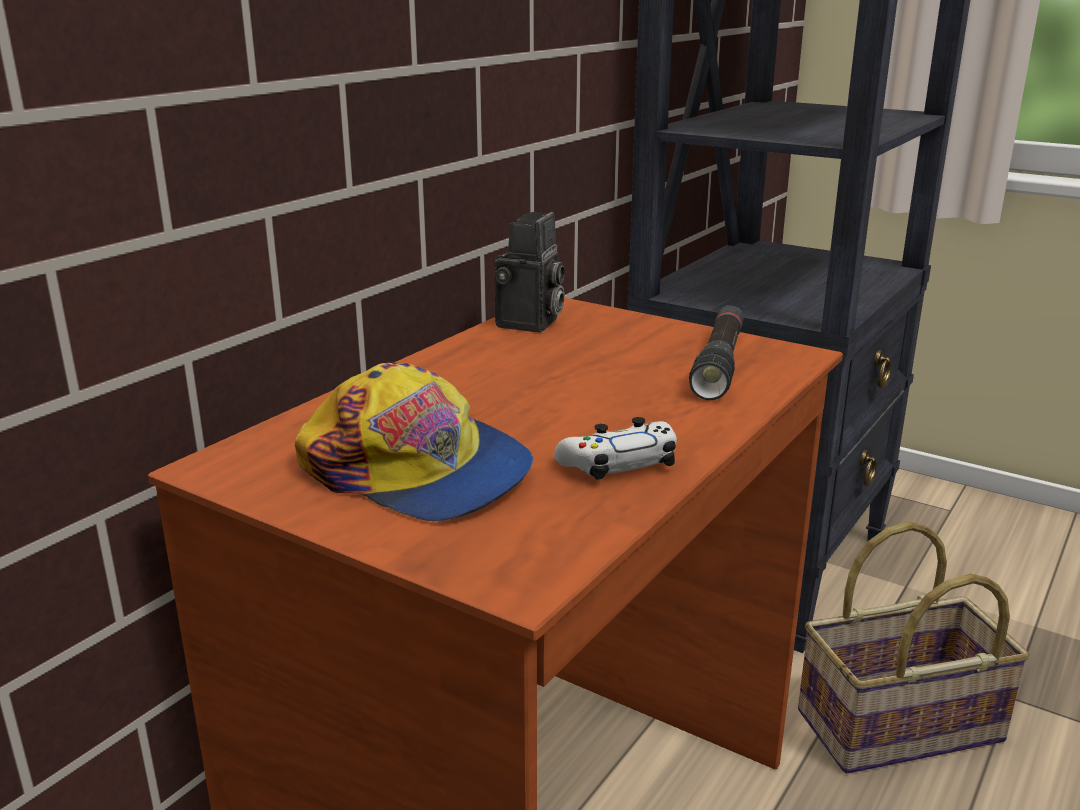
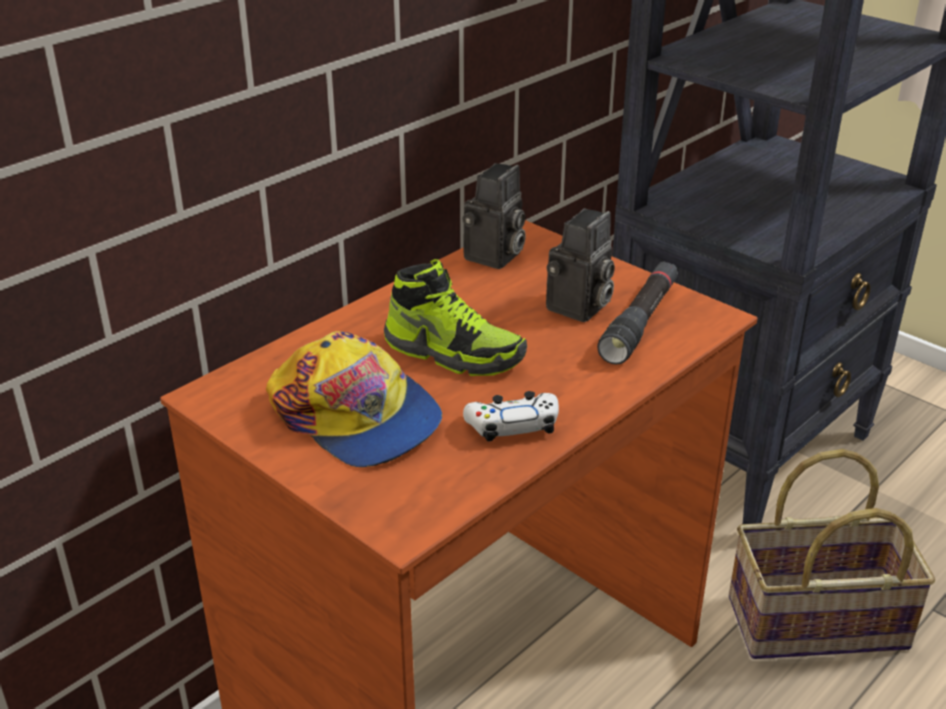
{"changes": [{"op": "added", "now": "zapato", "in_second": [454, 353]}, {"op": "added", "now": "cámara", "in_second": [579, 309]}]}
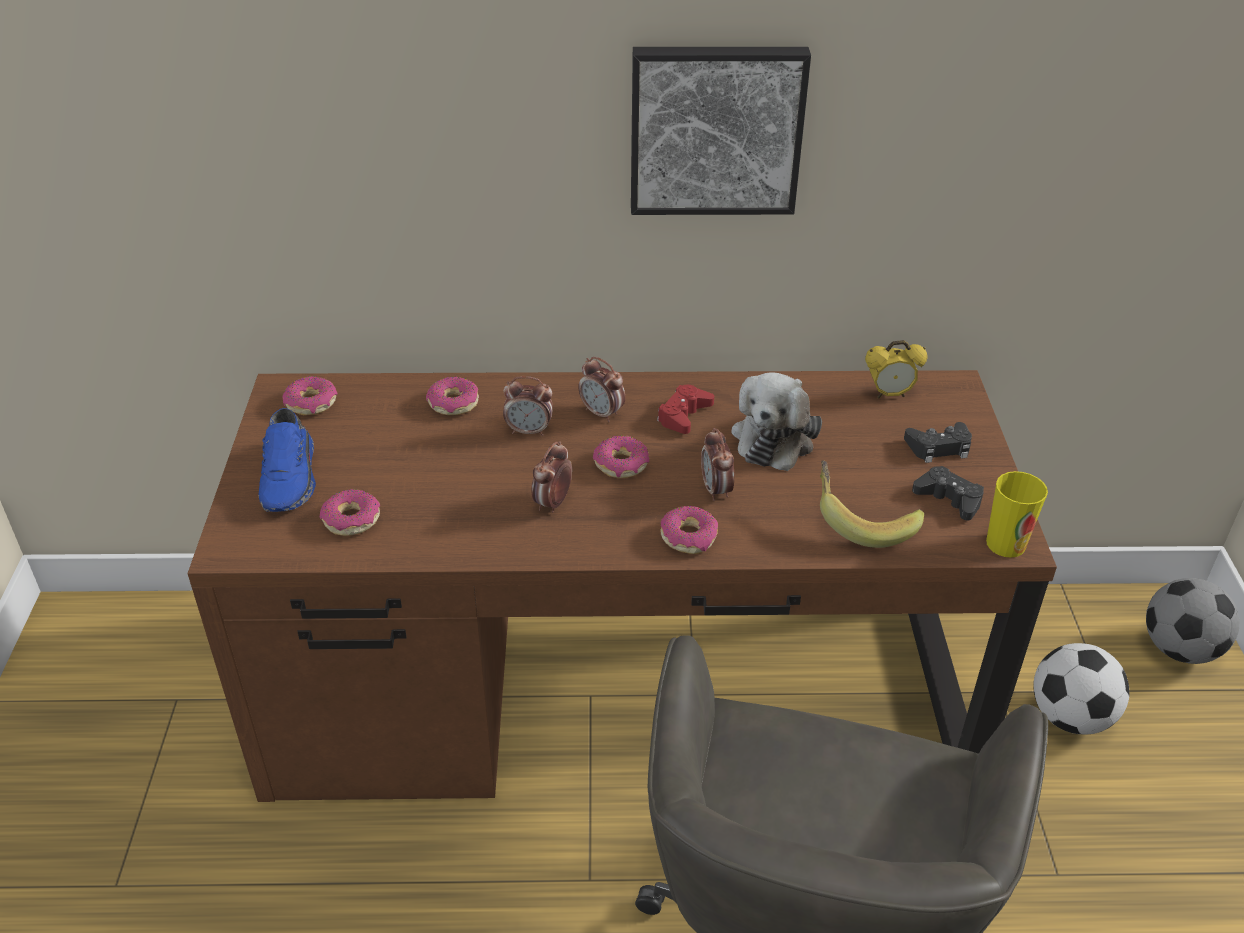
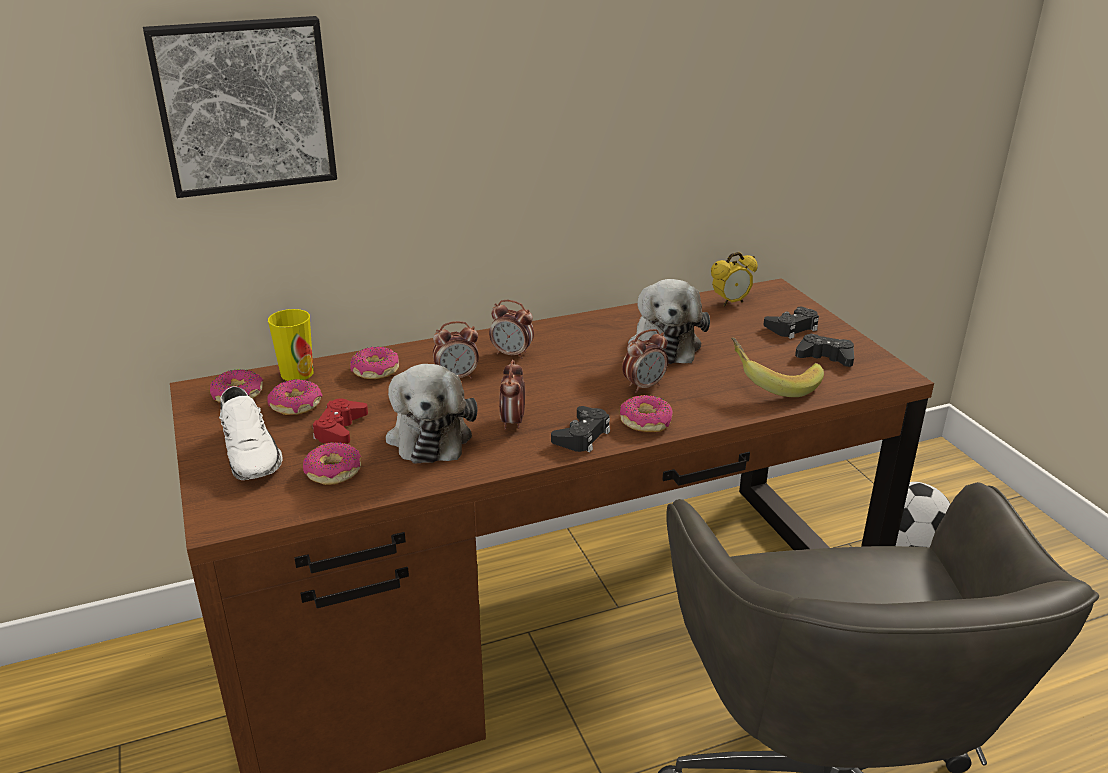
{"changes": [{"op": "recoloured", "was": "zapato (azul)", "now": "zapato (blanco)", "in_first": [291, 478], "in_second": [252, 452]}, {"op": "moved", "was": "rosquilla", "in_first": [621, 465], "in_second": [296, 405]}, {"op": "moved", "was": "cuadro", "in_first": [715, 129], "in_second": [244, 105]}, {"op": "moved", "was": "mando de consola (rojo)", "in_first": [684, 415], "in_second": [340, 429]}, {"op": "turned", "was": "despertador", "in_first": [716, 490], "in_second": [644, 386], "clockwise": -90}, {"op": "moved", "was": "taza", "in_first": [1006, 544], "in_second": [297, 373]}, {"op": "removed", "was": "balón de fútbol", "in_first": [1179, 649]}, {"op": "added", "now": "peluche", "in_second": [430, 435]}, {"op": "added", "now": "mando de consola (negro)", "in_second": [582, 436]}]}
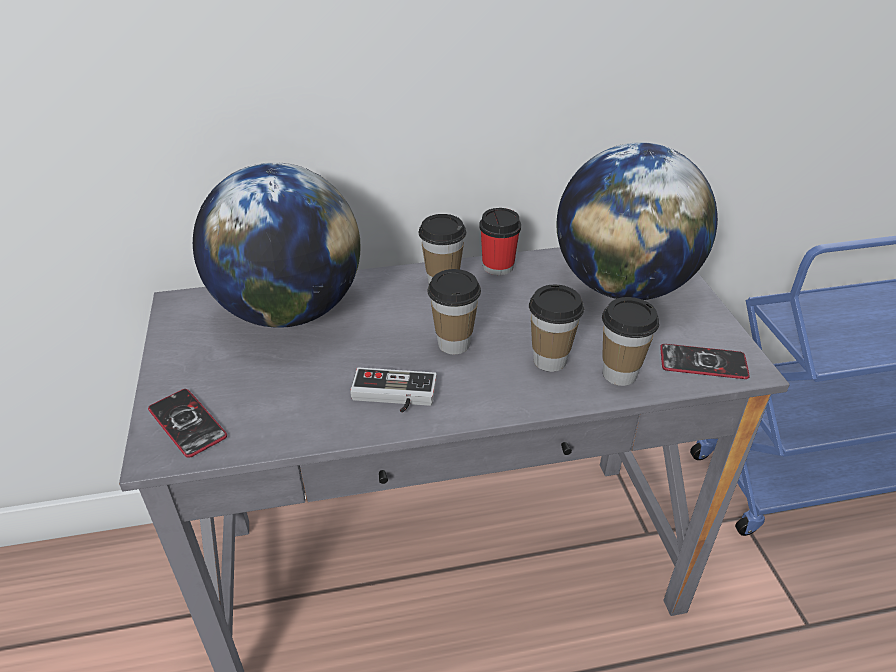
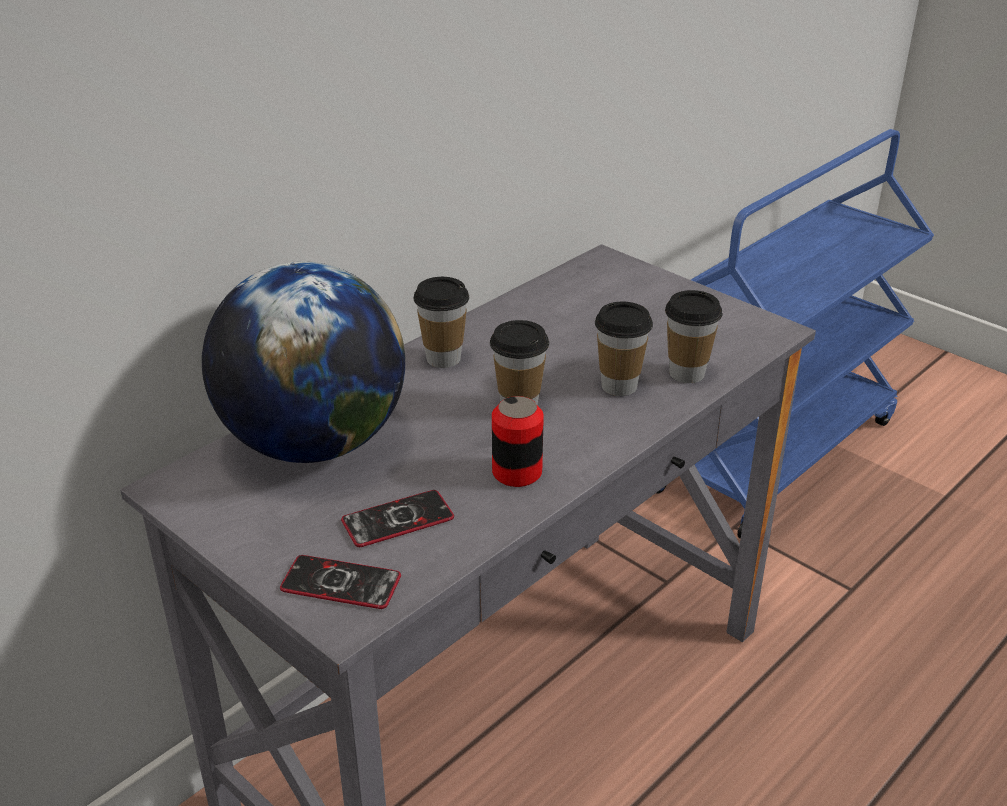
{"changes": [{"op": "replaced", "was": "mando de consola", "now": "lata", "in_first": [393, 397], "in_second": [517, 472]}, {"op": "removed", "was": "taza", "in_first": [498, 266]}, {"op": "removed", "was": "globo terráqueo", "in_first": [623, 286]}, {"op": "moved", "was": "móvil", "in_first": [703, 363], "in_second": [398, 520]}]}
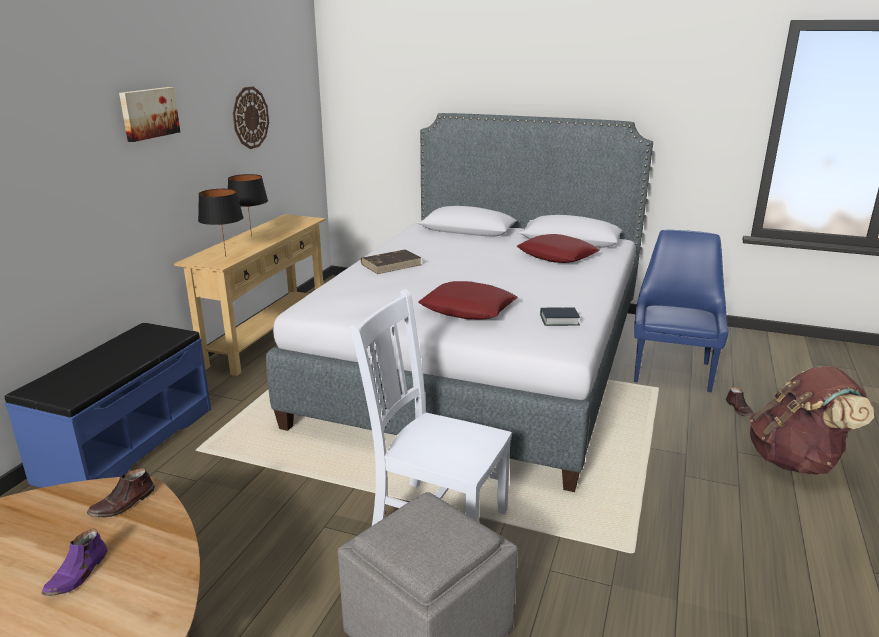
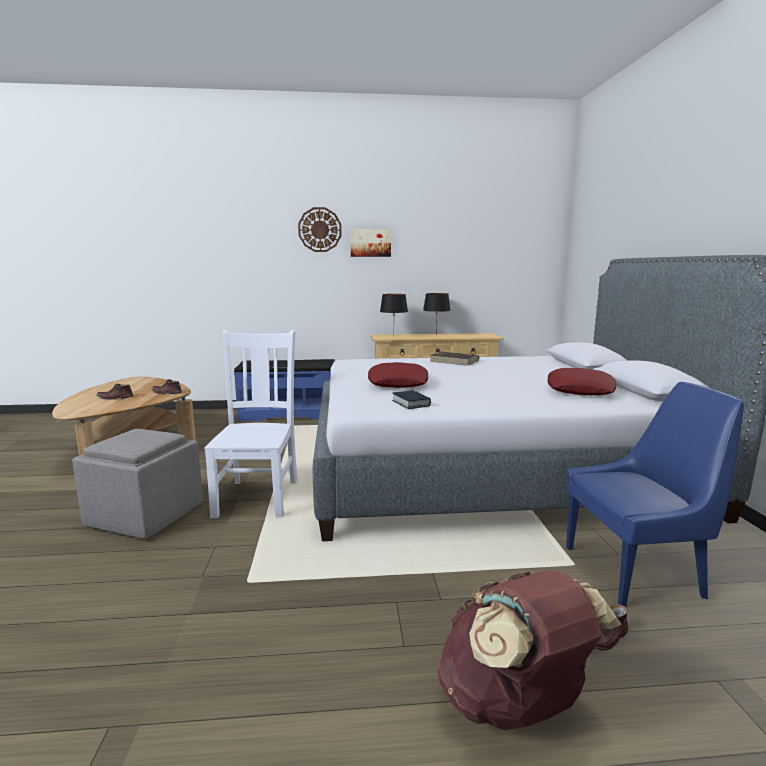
{"changes": [{"op": "recoloured", "was": "zapato (morado)", "now": "zapato (marrón)", "in_first": [78, 574], "in_second": [114, 398]}, {"op": "moved", "was": "reloj de pared", "in_first": [250, 117], "in_second": [320, 229]}]}
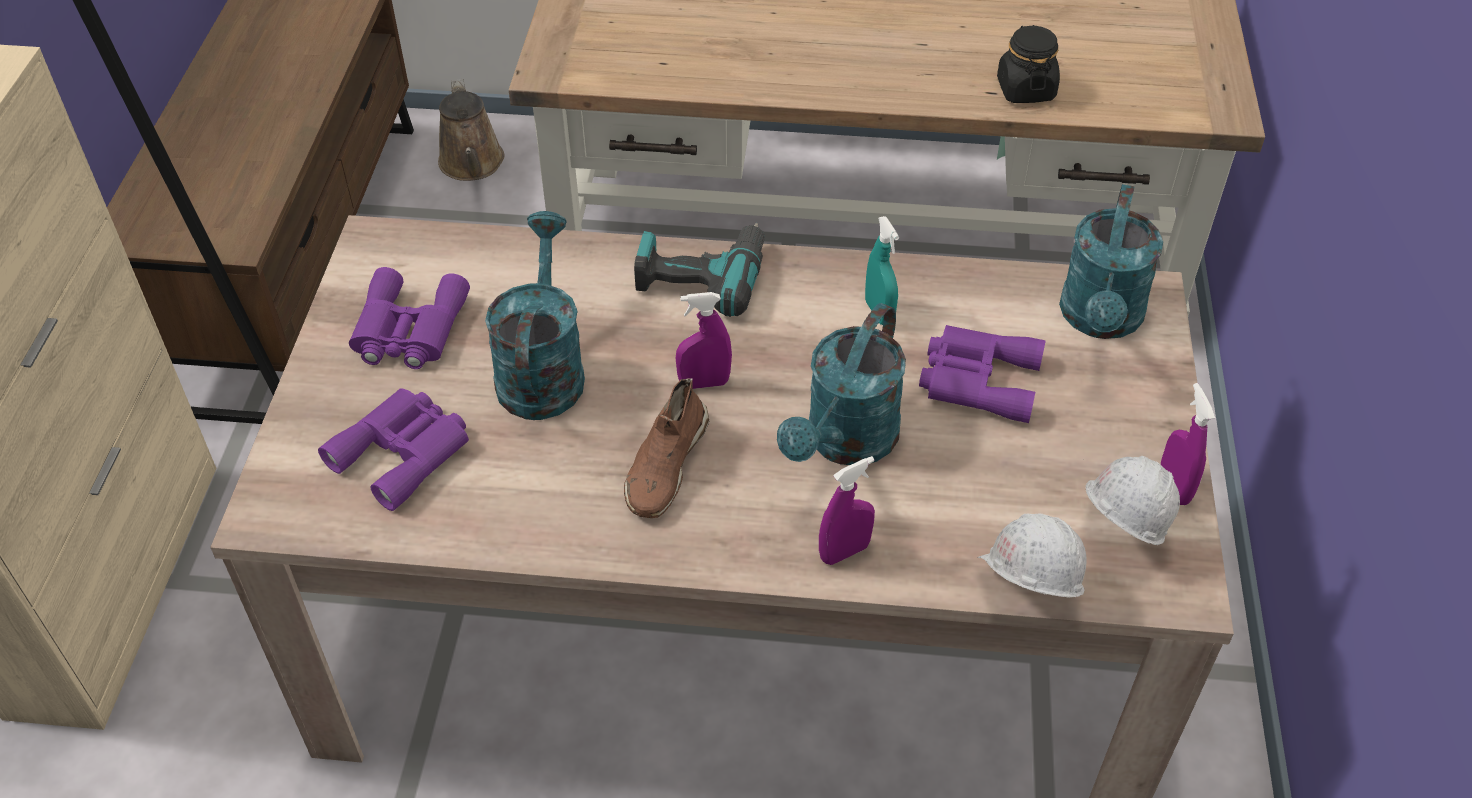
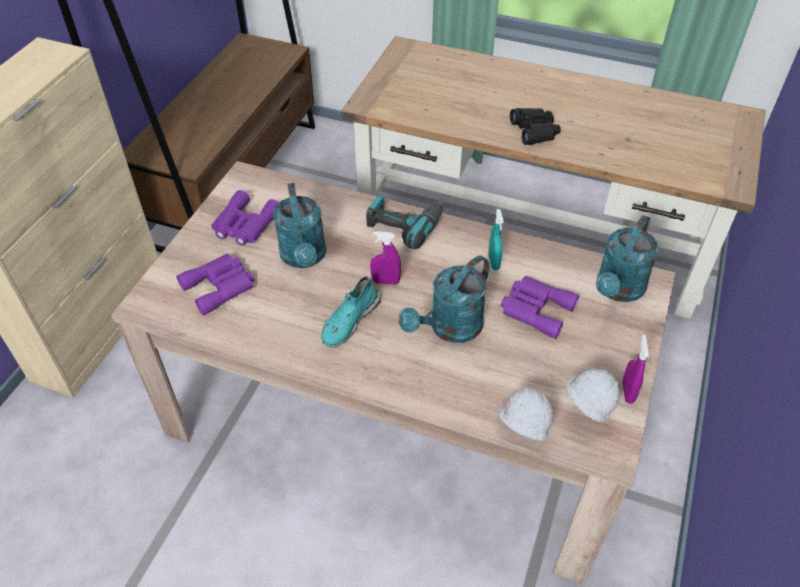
{"changes": [{"op": "removed", "was": "regadera (marrón)", "in_first": [472, 164]}, {"op": "turned", "was": "regadera (turquesa)", "in_first": [542, 369], "in_second": [304, 257], "clockwise": 150}, {"op": "recoloured", "was": "zapato (marrón)", "now": "zapato (turquesa)", "in_first": [665, 465], "in_second": [350, 320]}, {"op": "removed", "was": "pulverizador (morado)", "in_first": [844, 552]}, {"op": "removed", "was": "tarro (negro)", "in_first": [1025, 89]}, {"op": "added", "now": "prismáticos (negro)", "in_second": [534, 131]}]}
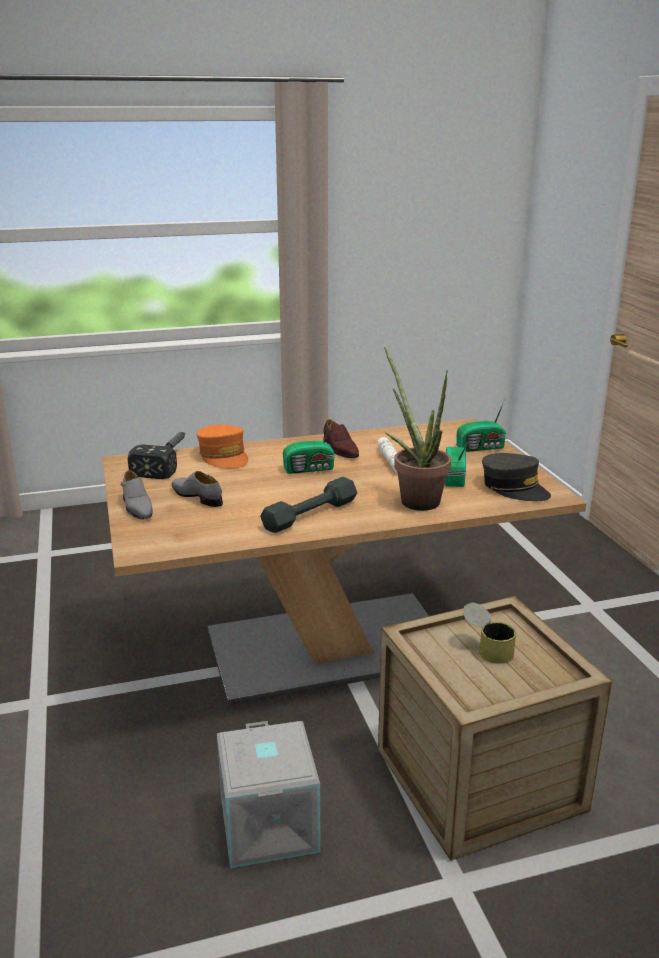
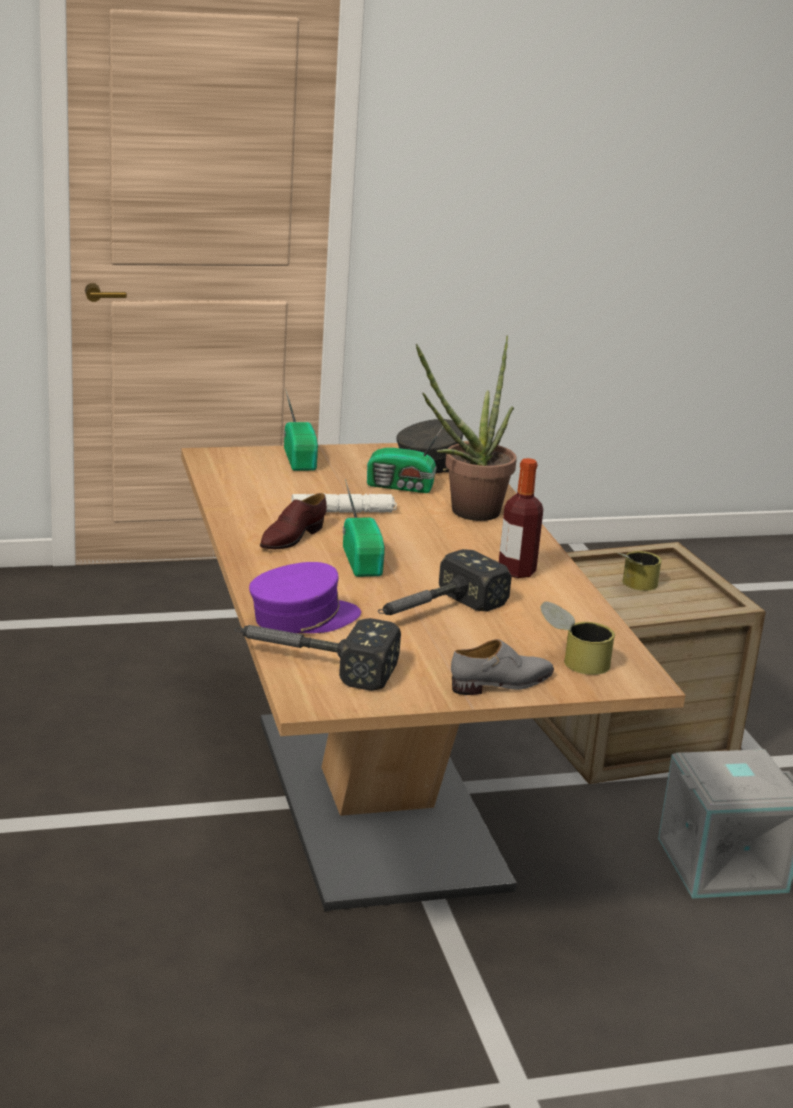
{"changes": [{"op": "removed", "was": "zapato (gris)", "in_first": [197, 496]}, {"op": "recoloured", "was": "gorra (naranja)", "now": "gorra (morado)", "in_first": [224, 456], "in_second": [303, 618]}, {"op": "replaced", "was": "mancuerna (gris)", "now": "botella", "in_first": [310, 515], "in_second": [516, 571]}, {"op": "turned", "was": "zapato (marrón)", "in_first": [340, 450], "in_second": [291, 537], "clockwise": 150}, {"op": "added", "now": "martillo", "in_second": [433, 611]}, {"op": "added", "now": "lata", "in_second": [572, 661]}]}
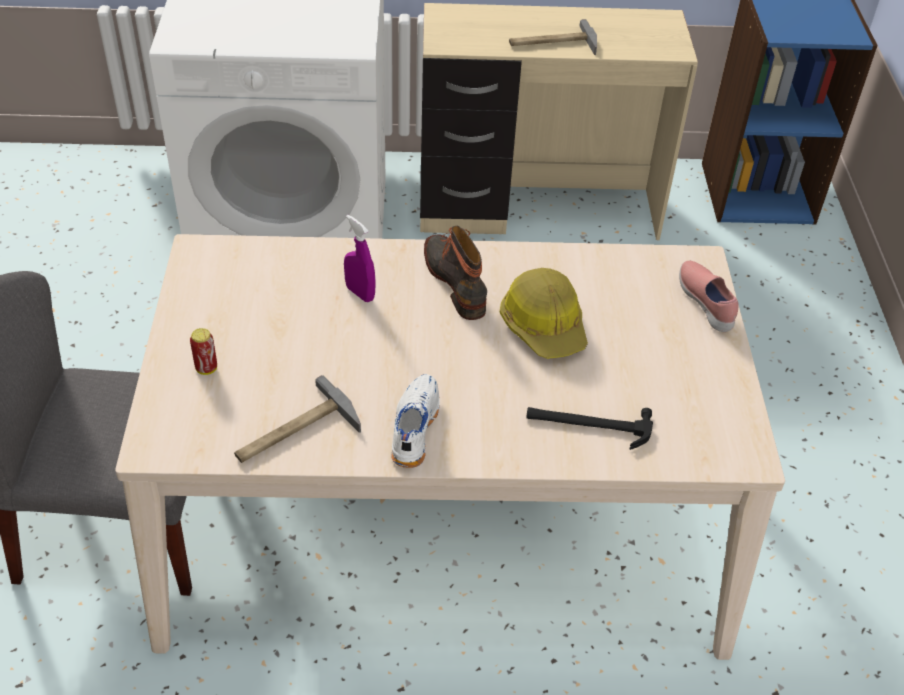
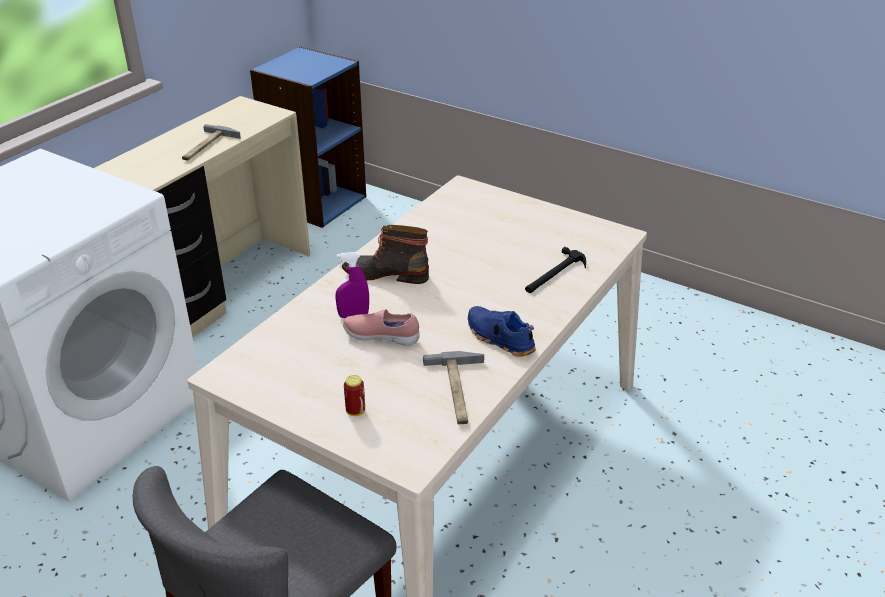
{"changes": [{"op": "recoloured", "was": "zapato (blanco)", "now": "zapato (azul)", "in_first": [413, 428], "in_second": [499, 339]}, {"op": "removed", "was": "casco", "in_first": [544, 326]}, {"op": "moved", "was": "zapato (rosa)", "in_first": [706, 303], "in_second": [381, 337]}]}
